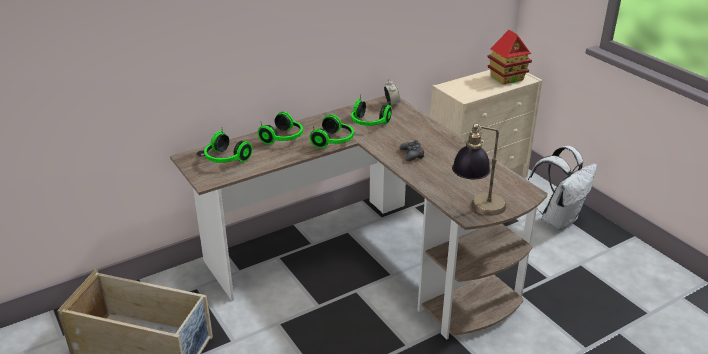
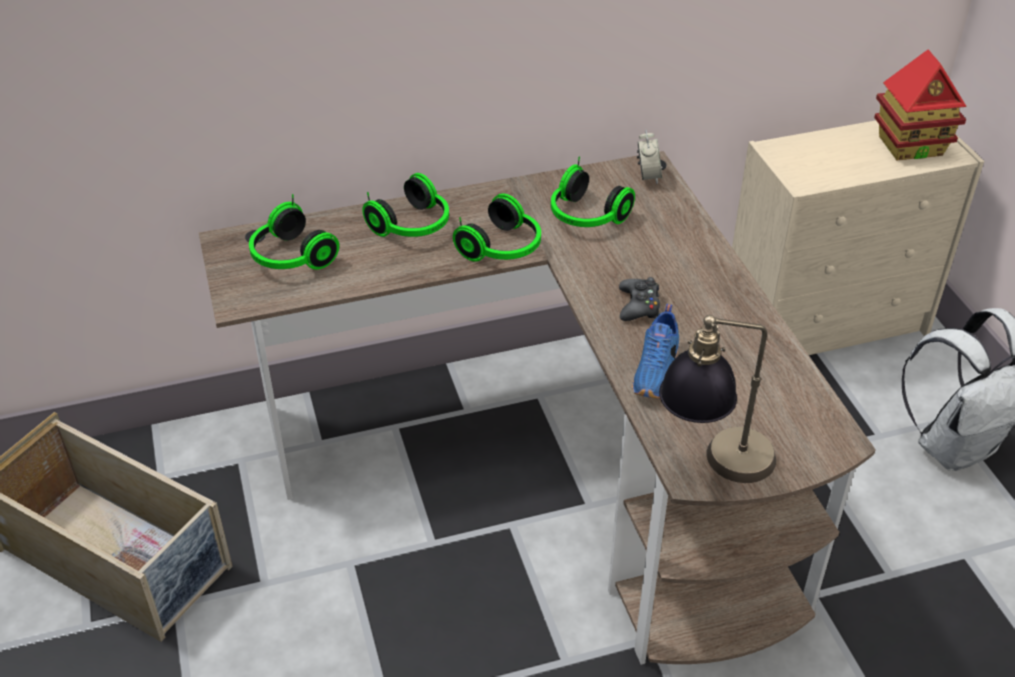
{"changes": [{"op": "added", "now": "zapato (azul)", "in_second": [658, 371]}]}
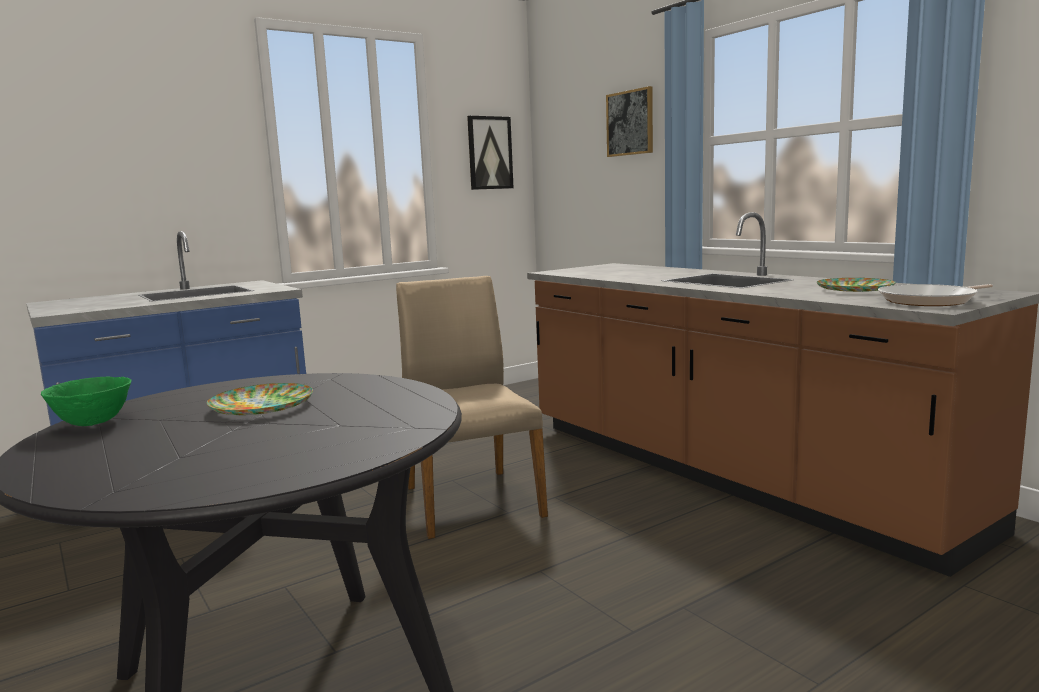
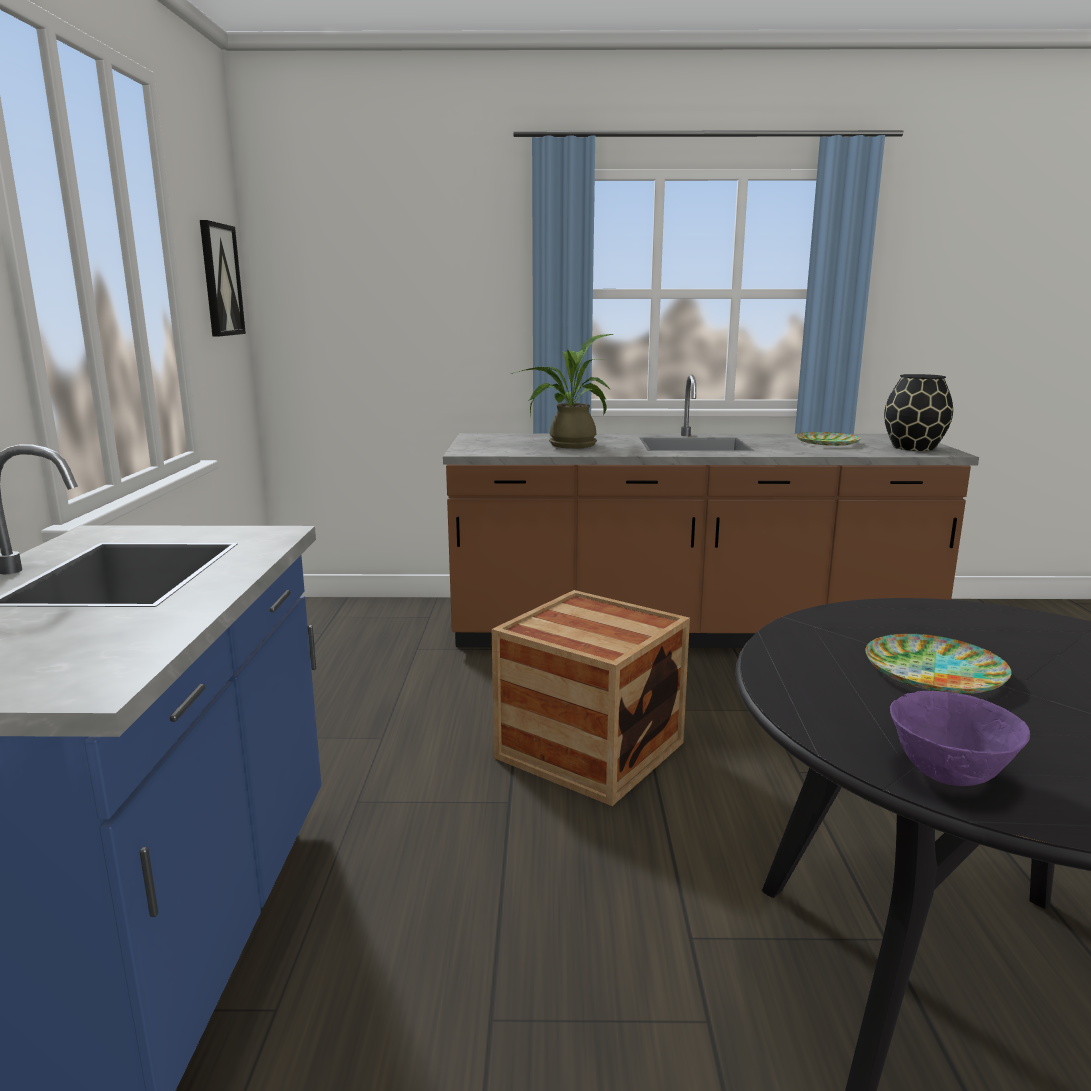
{"changes": [{"op": "recoloured", "was": "cuenco (verde)", "now": "cuenco (morado)", "in_first": [93, 423], "in_second": [950, 775]}, {"op": "replaced", "was": "silla (beis)", "now": "caja de embalaje", "in_first": [470, 500], "in_second": [590, 750]}, {"op": "removed", "was": "cuadro", "in_first": [630, 123]}, {"op": "replaced", "was": "sartén", "now": "florero (negro)", "in_first": [931, 301], "in_second": [914, 447]}, {"op": "added", "now": "planta en maceta", "in_second": [566, 445]}]}
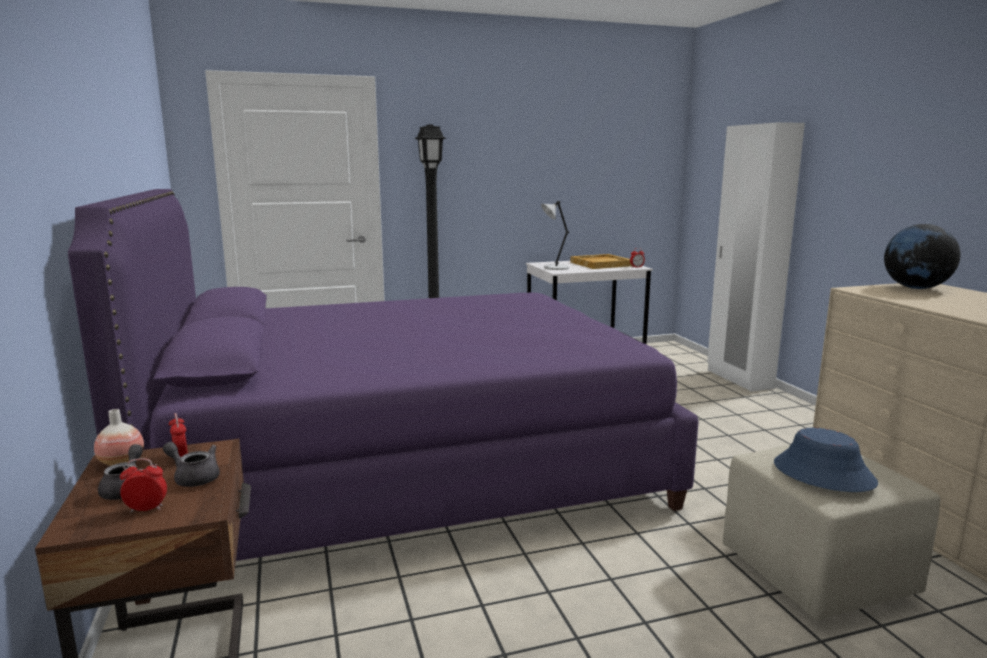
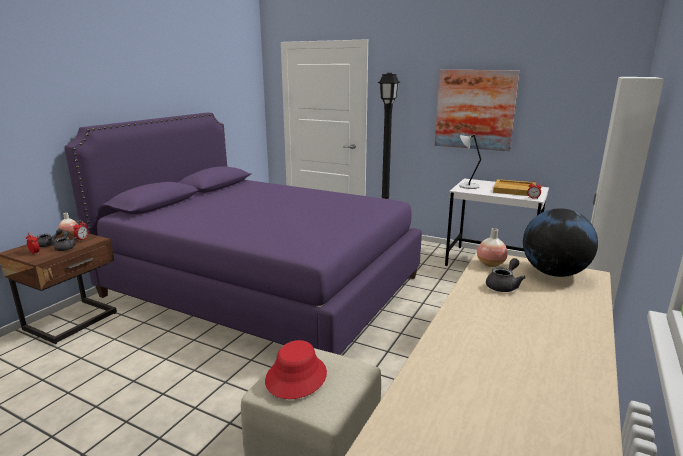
{"changes": [{"op": "recoloured", "was": "sombrero (azul)", "now": "sombrero (rojo)", "in_first": [823, 473], "in_second": [296, 377]}, {"op": "added", "now": "cuadro", "in_second": [475, 109]}, {"op": "added", "now": "florero", "in_second": [490, 264]}, {"op": "added", "now": "tetera (gris)", "in_second": [504, 286]}]}
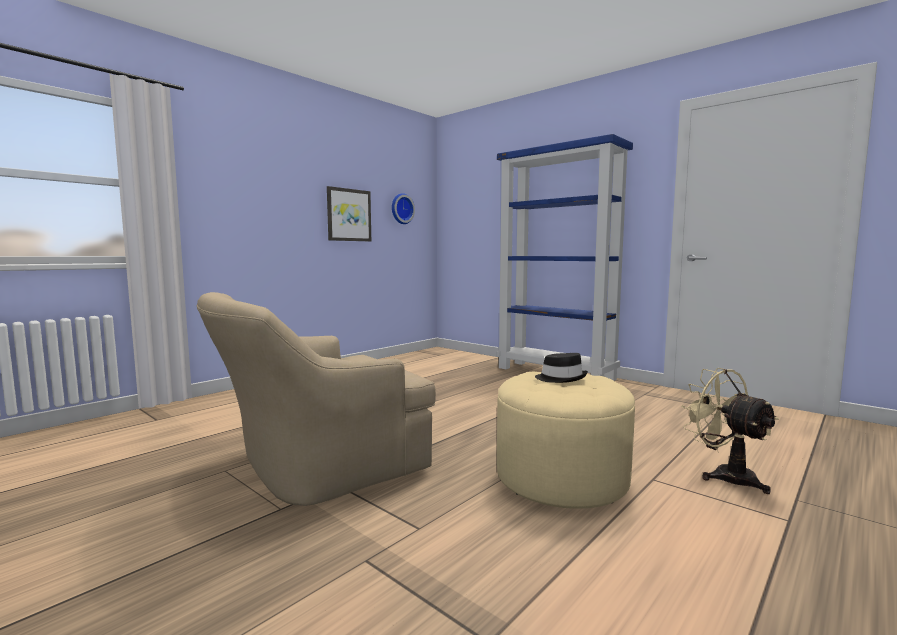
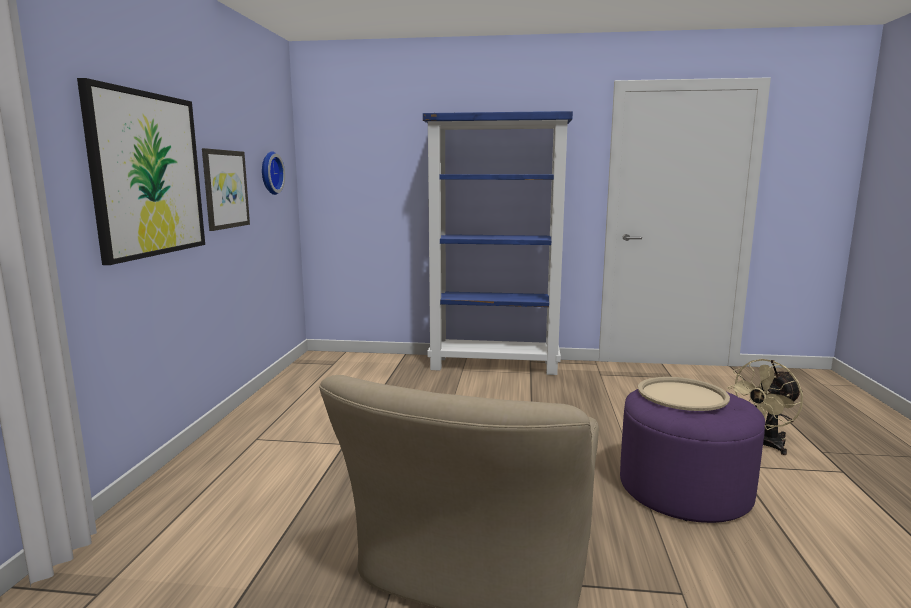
{"changes": [{"op": "recoloured", "was": "puf (beis)", "now": "puf (morado)", "in_first": [561, 477], "in_second": [684, 488]}, {"op": "replaced", "was": "sombrero (negro)", "now": "bandeja (beis)", "in_first": [561, 378], "in_second": [682, 395]}, {"op": "turned", "was": "ventilador (beis)", "in_first": [725, 475], "in_second": [764, 444], "clockwise": -60}, {"op": "added", "now": "cuadro", "in_second": [147, 174]}]}
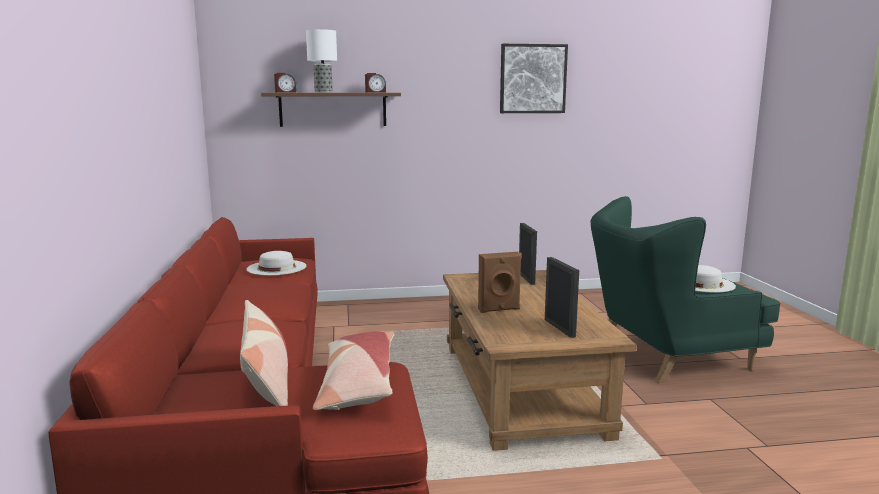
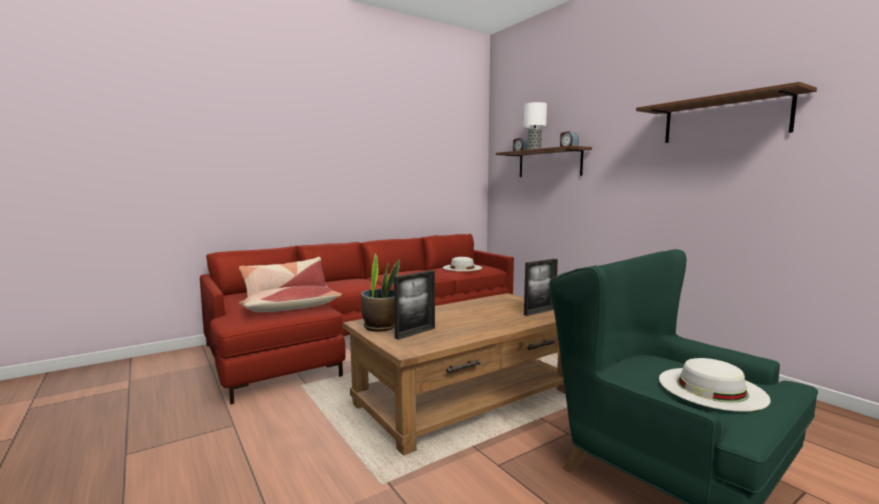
{"changes": [{"op": "removed", "was": "altavoz (marrón)", "in_first": [499, 310]}, {"op": "replaced", "was": "cuadro", "now": "estante (marrón)", "in_first": [532, 79], "in_second": [724, 119]}, {"op": "added", "now": "planta en maceta", "in_second": [380, 327]}]}
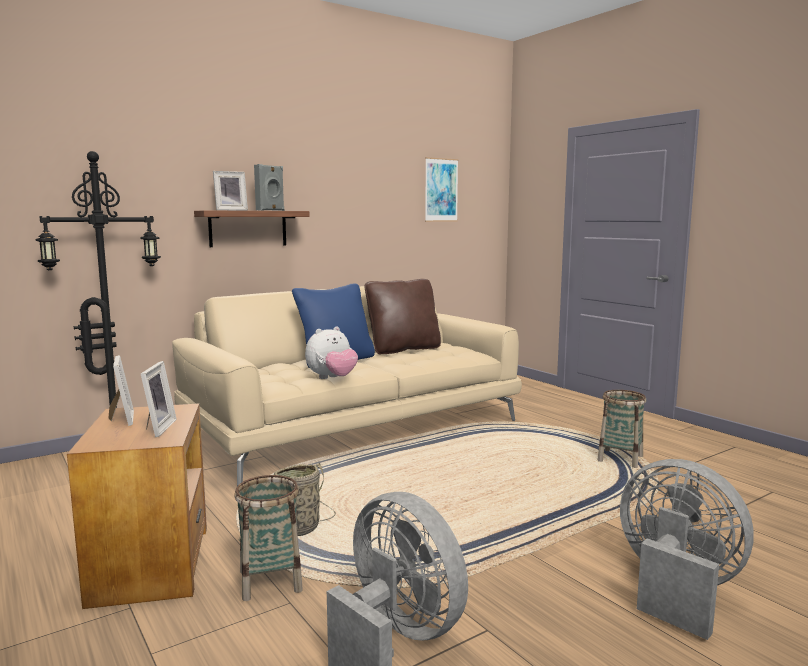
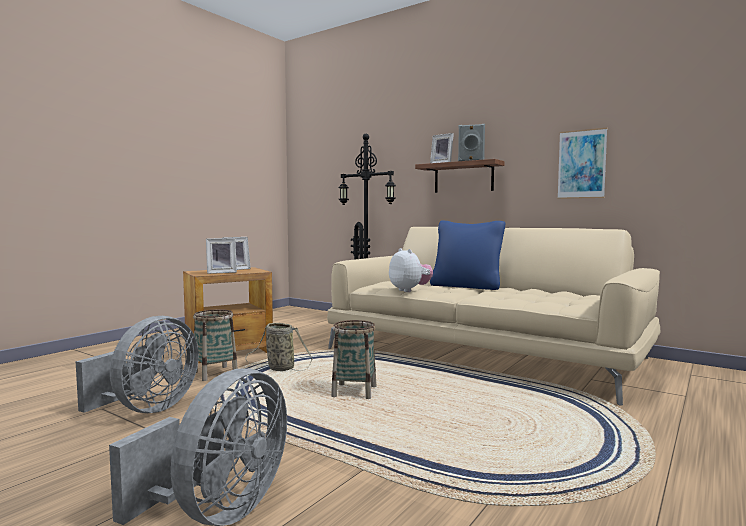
{"changes": [{"op": "turned", "was": "peluche", "in_first": [332, 378], "in_second": [409, 290], "clockwise": -150}, {"op": "removed", "was": "cojín (marrón)", "in_first": [403, 349]}, {"op": "moved", "was": "cuadro", "in_first": [441, 190], "in_second": [581, 164]}, {"op": "moved", "was": "cesta", "in_first": [620, 459], "in_second": [354, 392]}]}
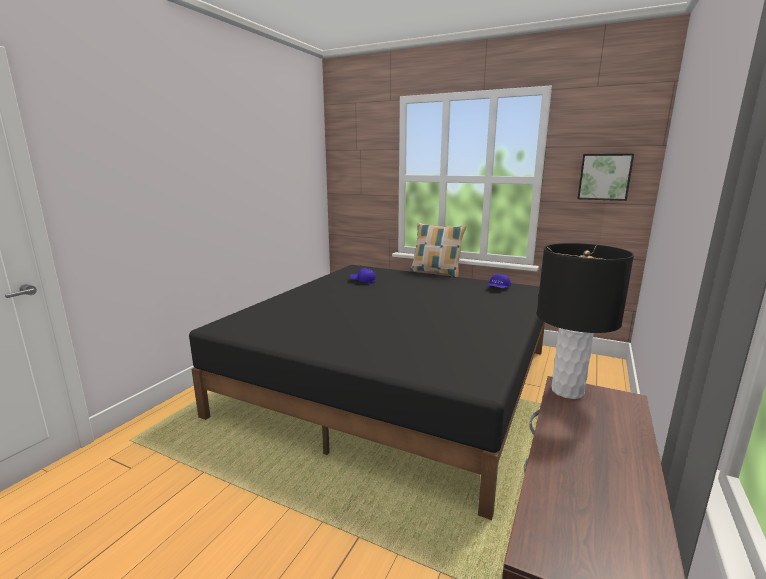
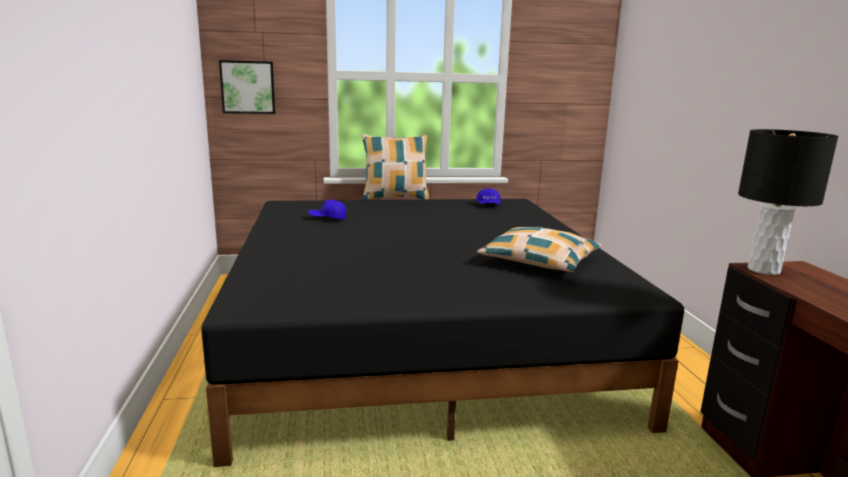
{"changes": [{"op": "moved", "was": "cuadro", "in_first": [604, 177], "in_second": [248, 87]}, {"op": "added", "now": "cojín", "in_second": [540, 261]}]}
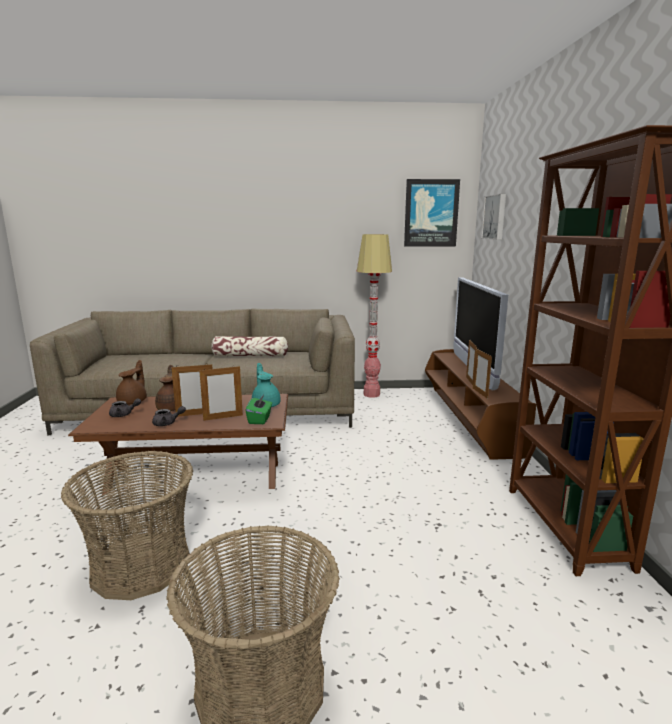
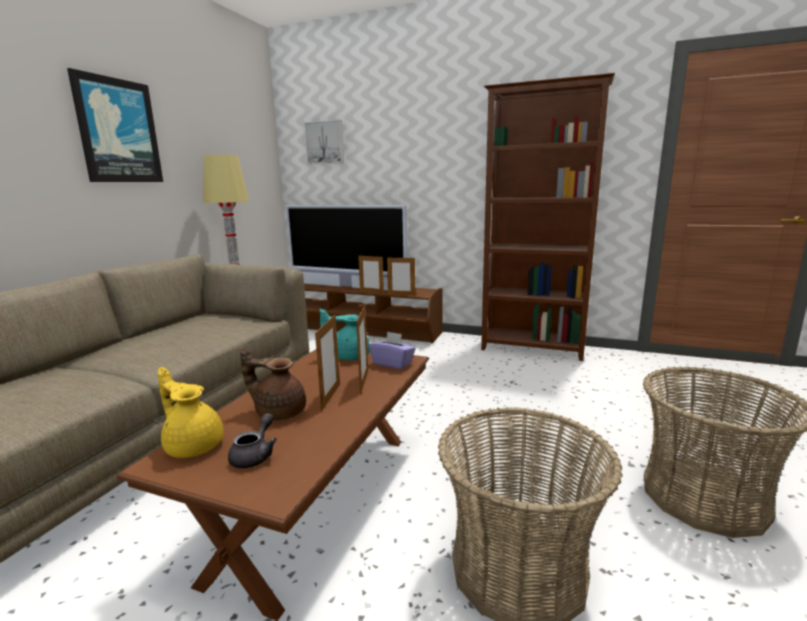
{"changes": [{"op": "recoloured", "was": "tetera (marrón)", "now": "tetera (amarillo)", "in_first": [133, 401], "in_second": [193, 445]}, {"op": "removed", "was": "tetera (gris)", "in_first": [167, 423]}, {"op": "removed", "was": "cojín", "in_first": [250, 355]}, {"op": "recoloured", "was": "caja de pañuelos (verde)", "now": "caja de pañuelos (morado)", "in_first": [260, 419], "in_second": [393, 363]}, {"op": "moved", "was": "cuadro", "in_first": [431, 213], "in_second": [118, 131]}]}
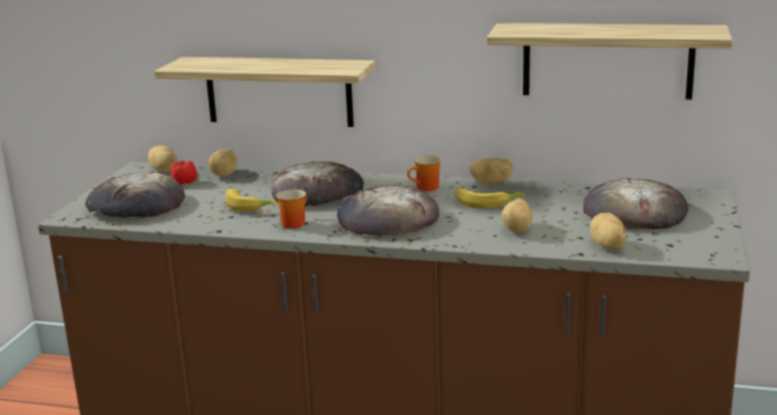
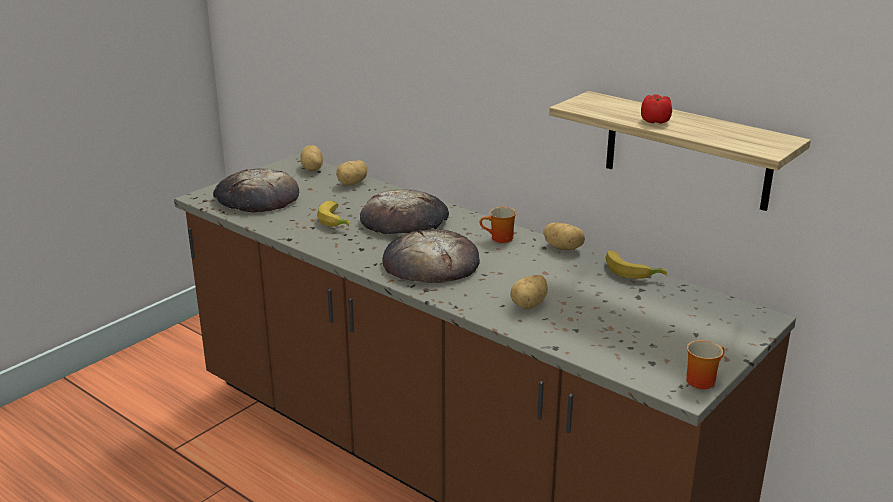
{"changes": [{"op": "removed", "was": "estante", "in_first": [278, 91]}, {"op": "moved", "was": "tomate", "in_first": [184, 182], "in_second": [655, 121]}, {"op": "moved", "was": "taza grande", "in_first": [293, 223], "in_second": [701, 379]}, {"op": "moved", "was": "plátano", "in_first": [486, 203], "in_second": [632, 271]}, {"op": "removed", "was": "pan", "in_first": [634, 212]}, {"op": "removed", "was": "patata", "in_first": [607, 246]}]}
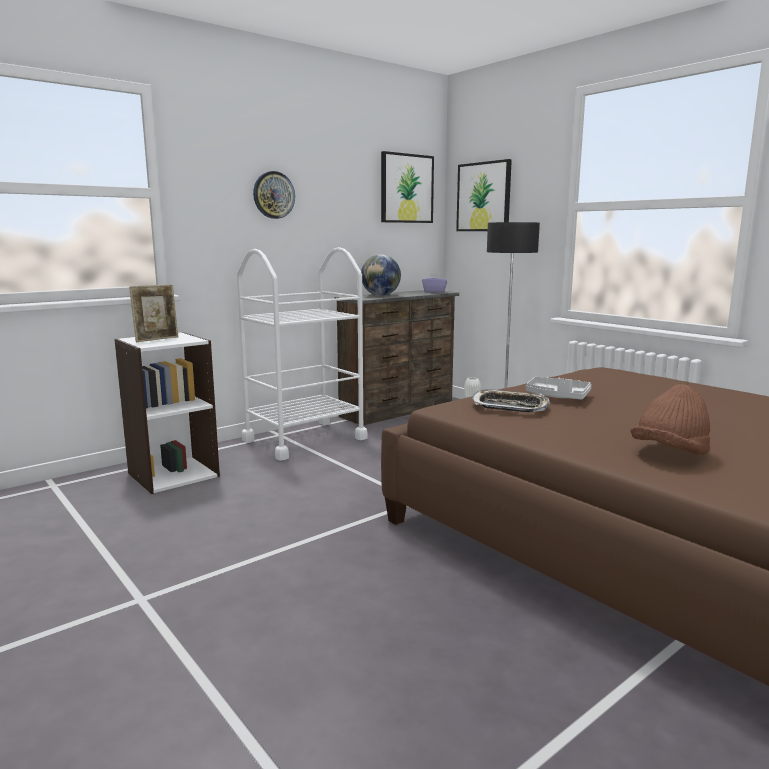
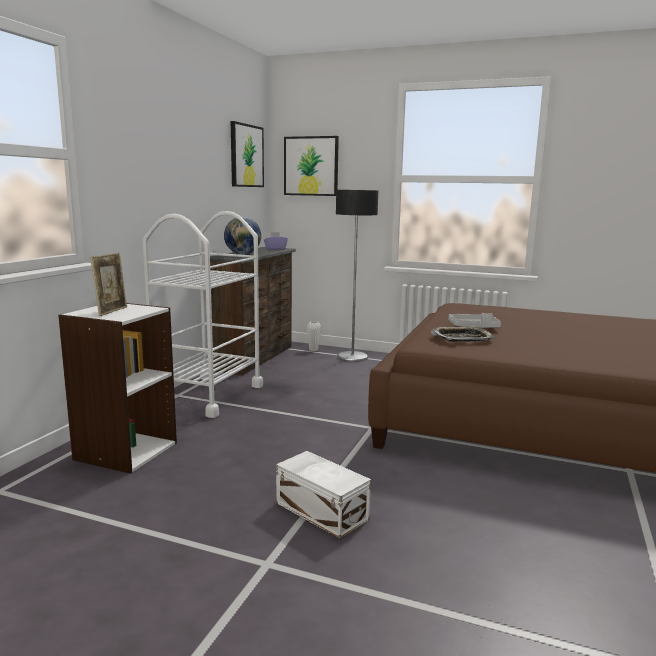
{"changes": [{"op": "removed", "was": "reloj de pared", "in_first": [273, 195]}, {"op": "removed", "was": "sombrero (marrón)", "in_first": [670, 453]}, {"op": "added", "now": "caja de almacenaje (blanco)", "in_second": [321, 510]}]}
